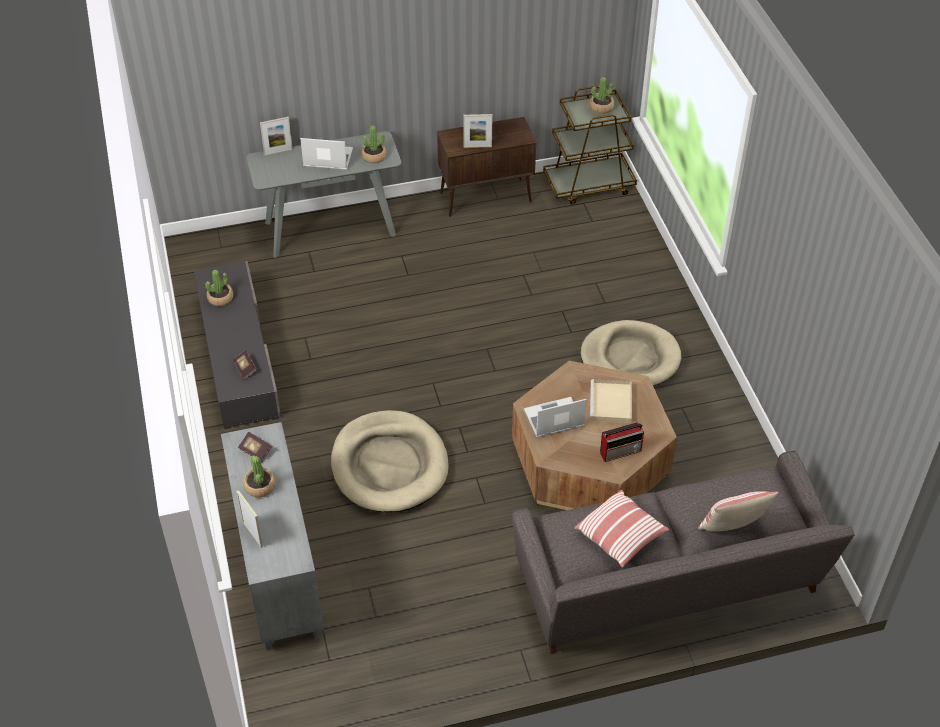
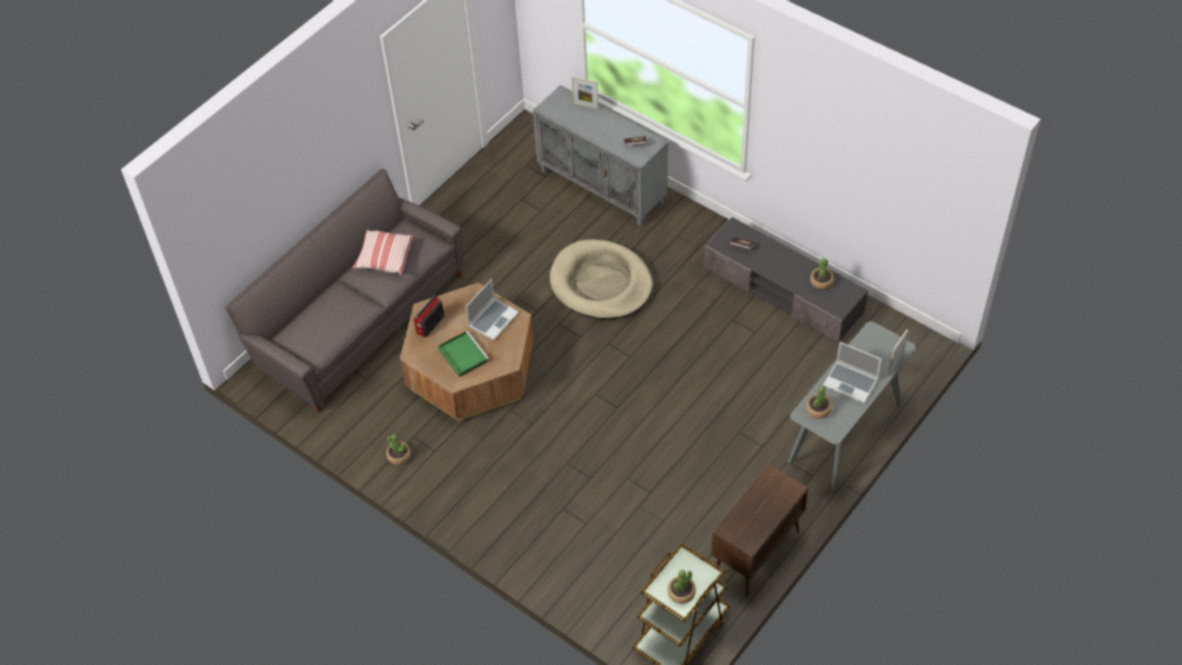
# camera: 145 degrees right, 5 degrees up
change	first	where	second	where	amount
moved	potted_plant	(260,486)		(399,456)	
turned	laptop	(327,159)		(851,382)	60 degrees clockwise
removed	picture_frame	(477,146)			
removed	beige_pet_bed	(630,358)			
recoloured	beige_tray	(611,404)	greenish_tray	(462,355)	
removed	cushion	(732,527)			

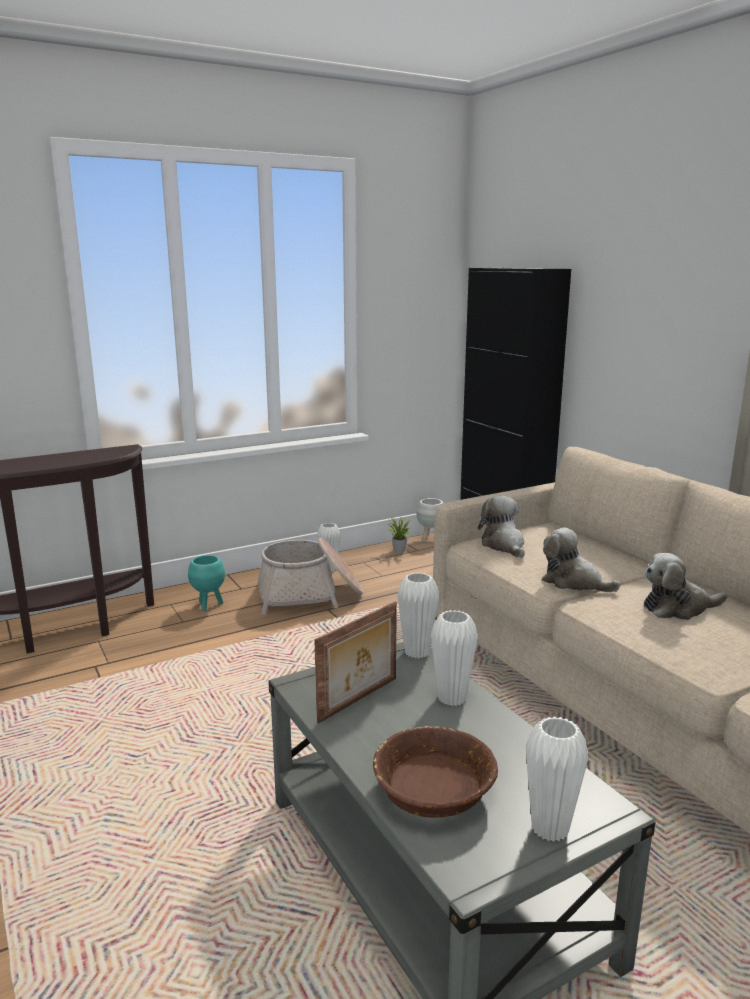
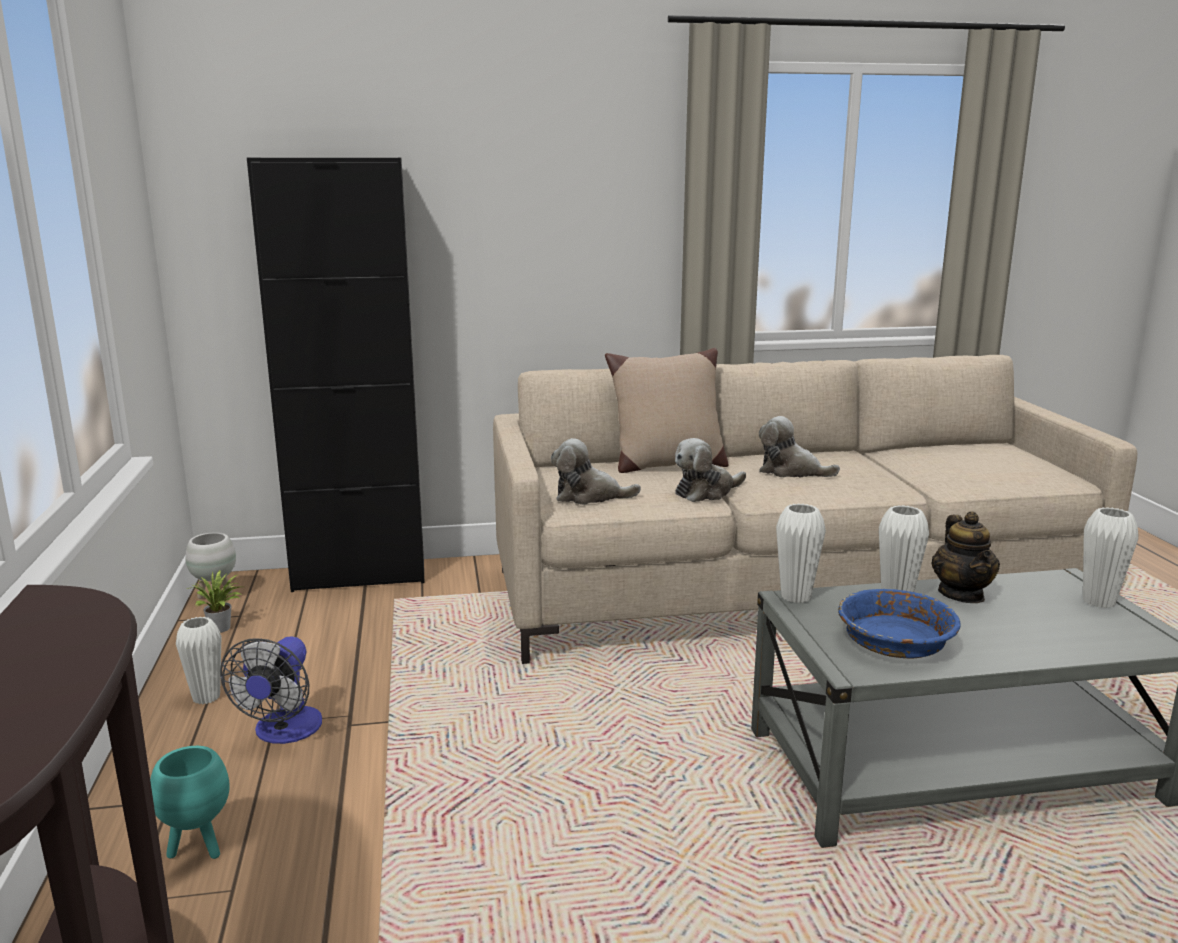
# camera: 70 degrees left, 0 degrees up
change	first	where	second	where	amount
replaced	basket	(310,595)	fan	(284,732)	
replaced	picture_frame	(359,700)	bluish_deep_dish	(894,642)	
removed	brownish_deep_dish	(434,790)			
turned	plush_toy	(678,608)		(791,471)	105 degrees clockwise
added			beige_cushion	(666,465)	
added			tea_pot	(961,594)	

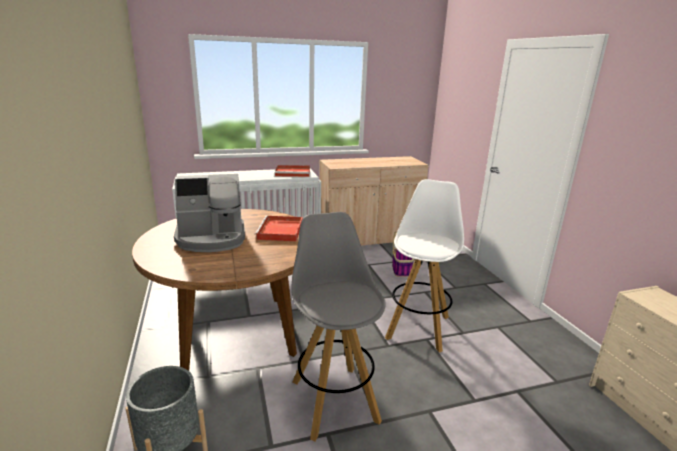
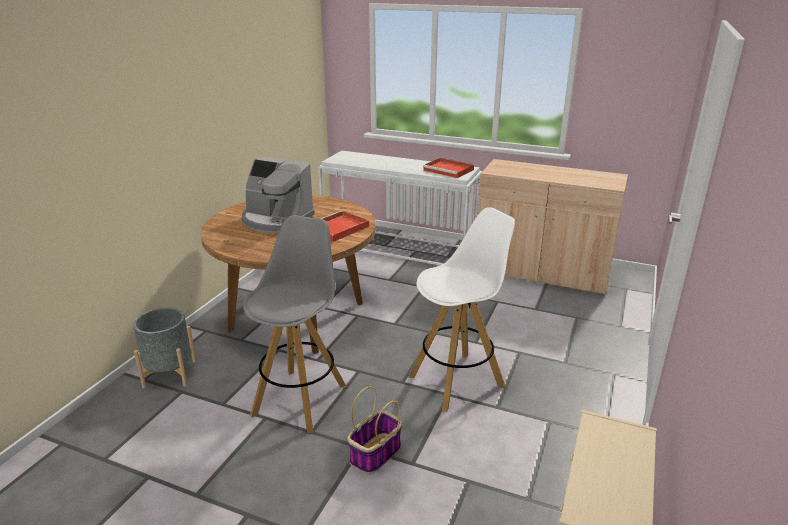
# camera: 40 degrees right, 5 degrees up
change	first	where	second	where	amount
moved	basket	(401,270)		(375,454)	

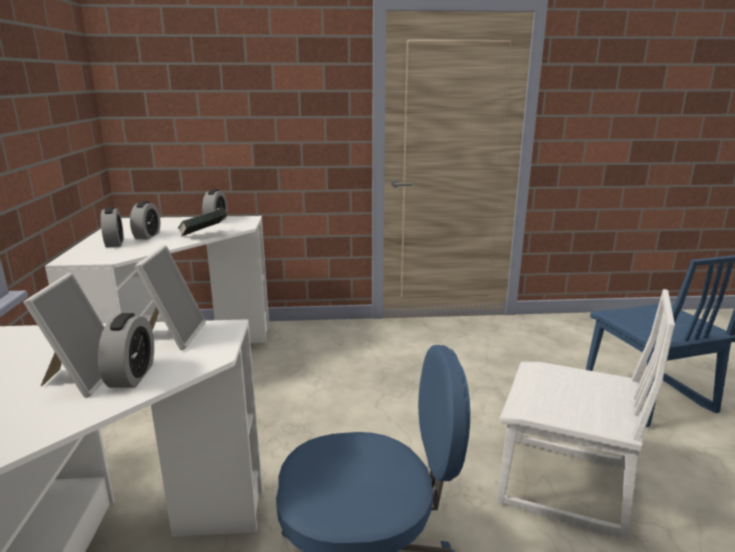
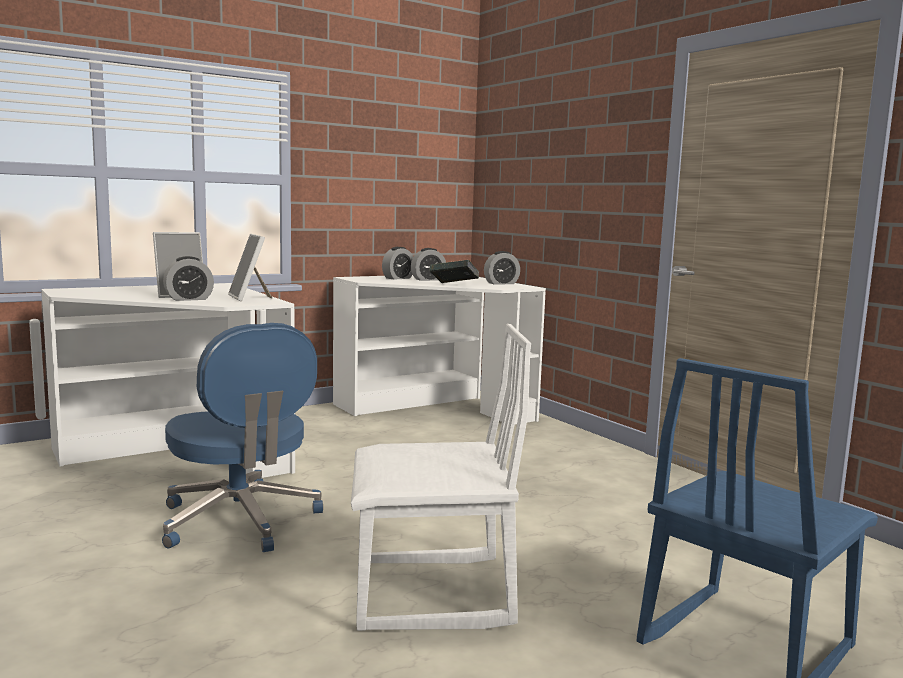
# camera: 60 degrees right, 10 degrees down
change	first	where	second	where	amount
turned	picture_frame	(173,335)		(250,298)	90 degrees clockwise
turned	whitish_chair	(564,486)		(432,594)	90 degrees counterclockwise

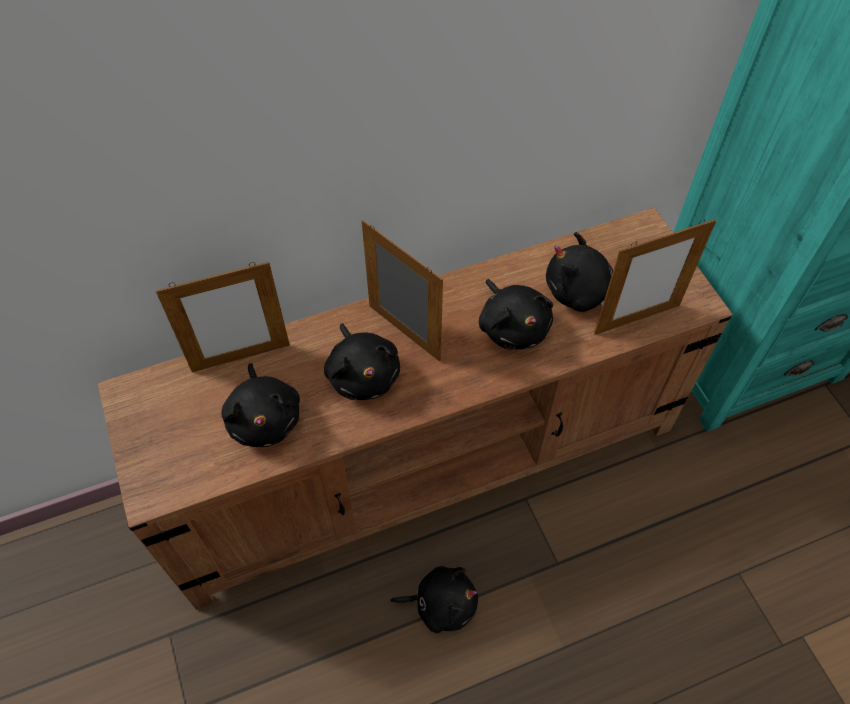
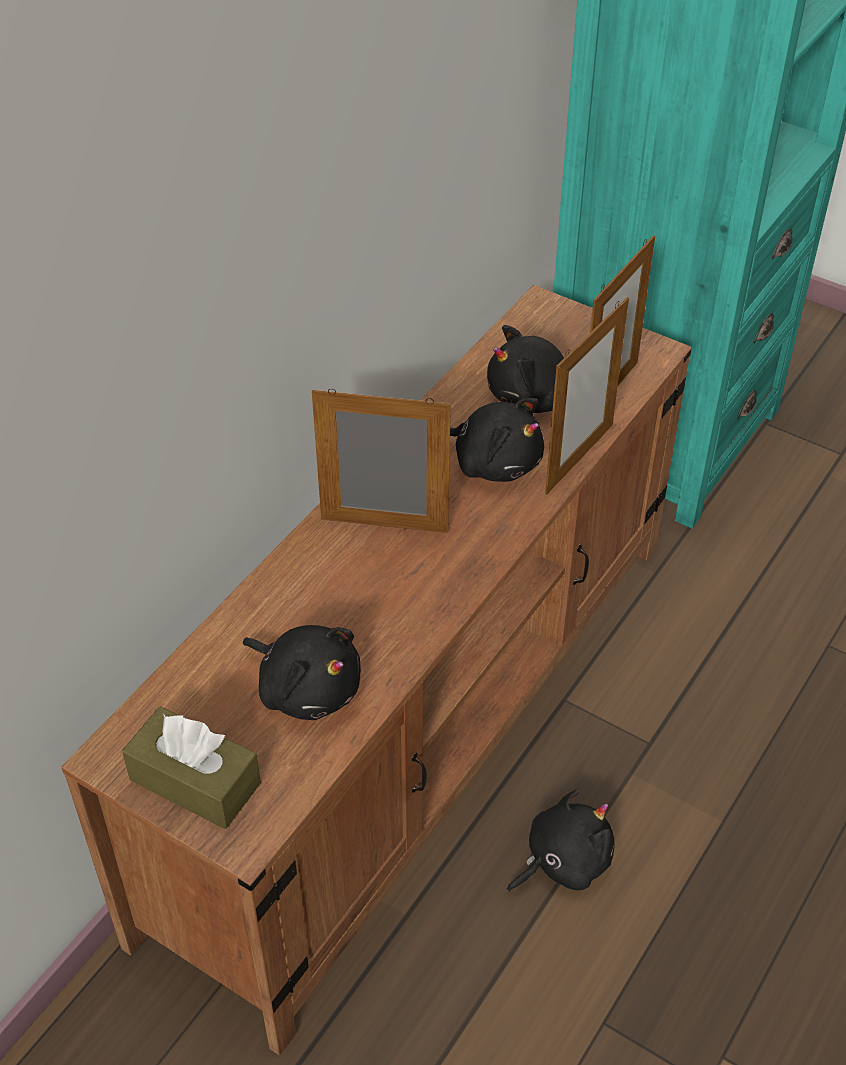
# camera: 35 degrees left, 10 degrees down
change	first	where	second	where	amount
moved	picture_frame	(241,358)		(579,458)	
removed	black-coloured_plush_toy	(363,374)			
added			brownish_tissue_holder	(195,781)	

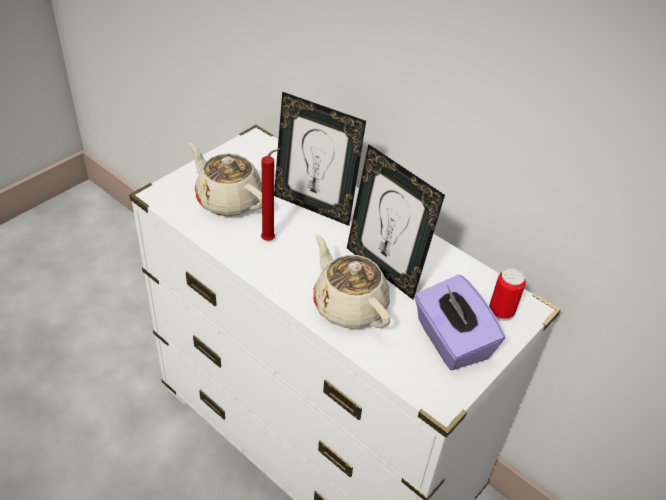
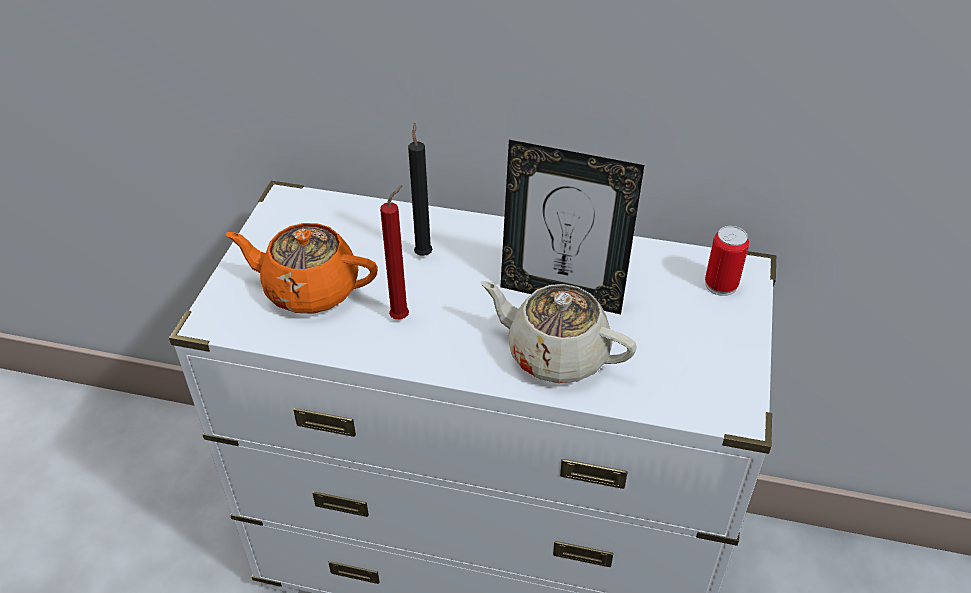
# camera: 25 degrees left, 0 degrees up
change	first	where	second	where	amount
recoloured	beige_tea_pot	(228,200)	orangey_tea_pot	(309,289)	
replaced	picture_frame	(314,206)	black-coloured_candle	(423,253)	
removed	purplish_tissue_holder	(451,340)			

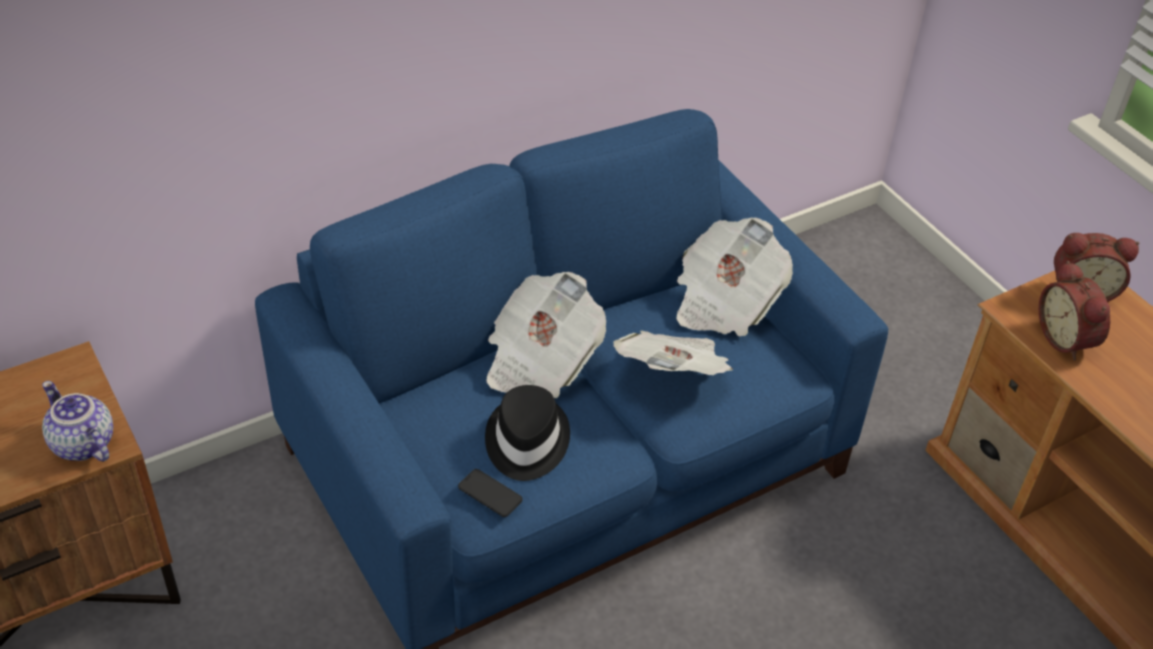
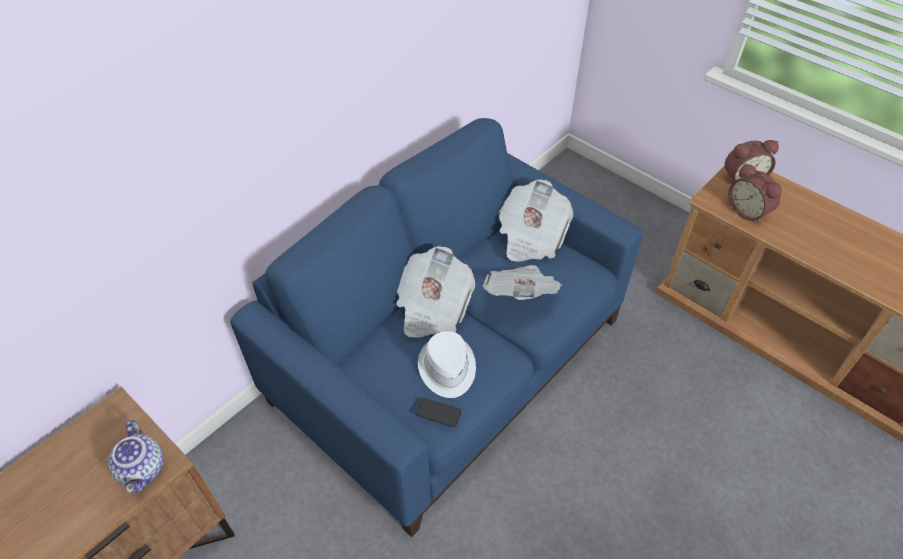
# camera: 15 degrees left, 5 degrees up
change	first	where	second	where	amount
turned	tea_pot	(81,444)		(144,469)	135 degrees counterclockwise
recoloured	black-coloured_wearable_hat	(525,441)	whitish_wearable_hat	(447,368)	

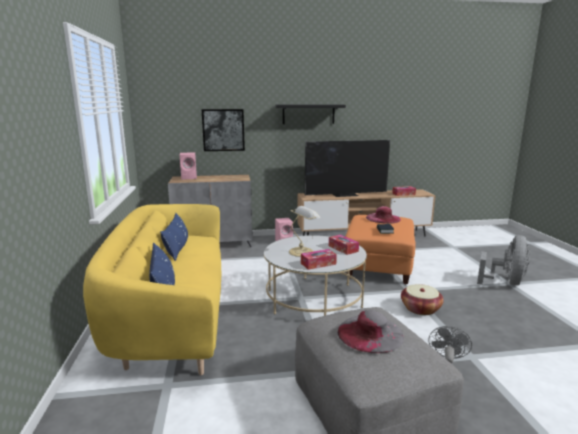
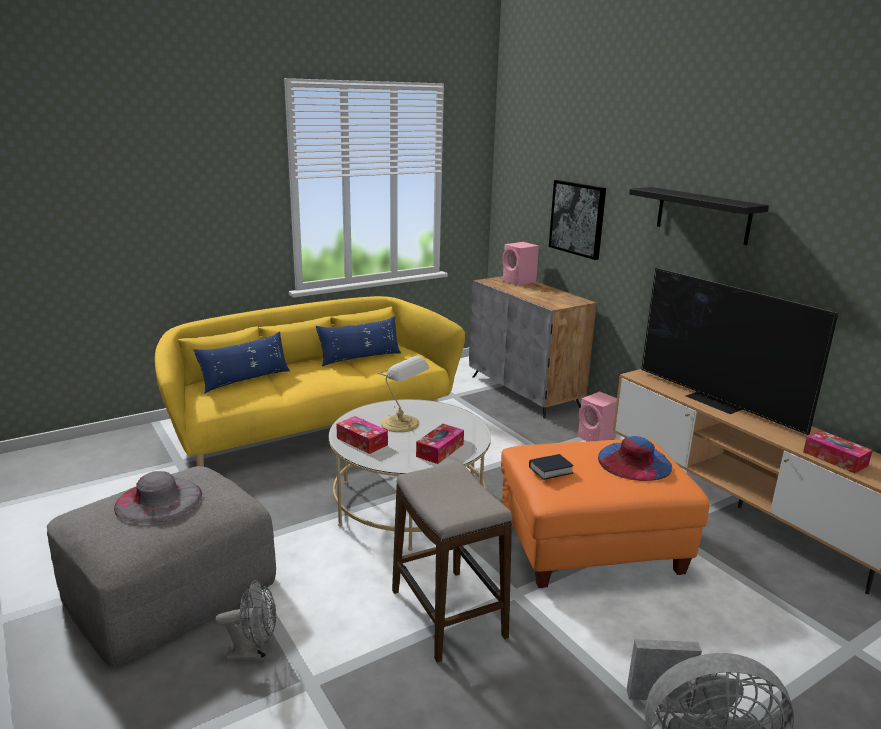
# camera: 65 degrees right, 5 degrees up
change	first	where	second	where	amount
recoloured	pinkish_wearable_hat	(383,218)	bluish_wearable_hat	(634,462)	
replaced	basket	(420,309)	sitting_stool	(448,613)	

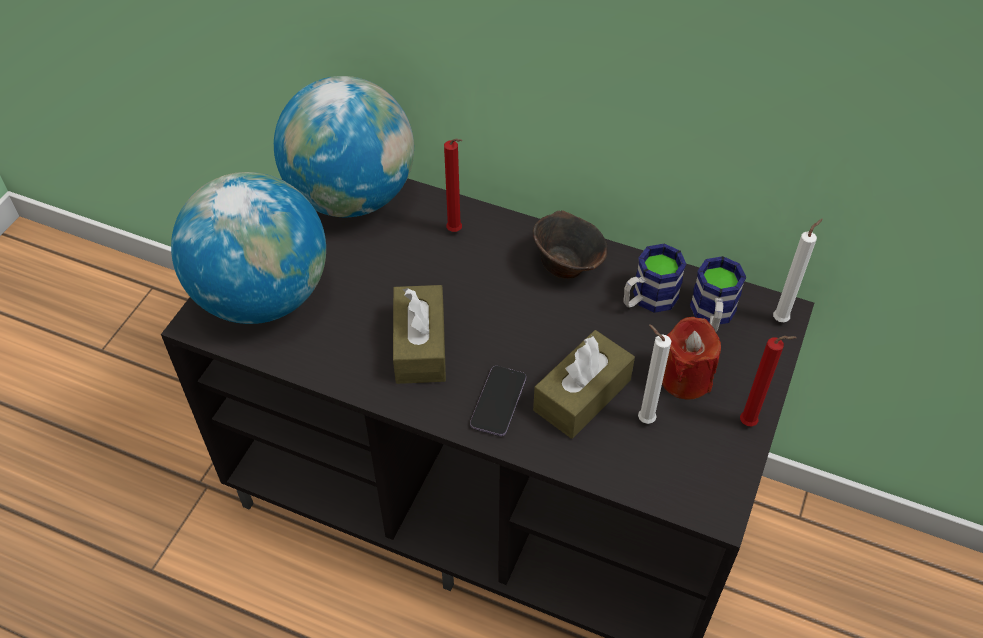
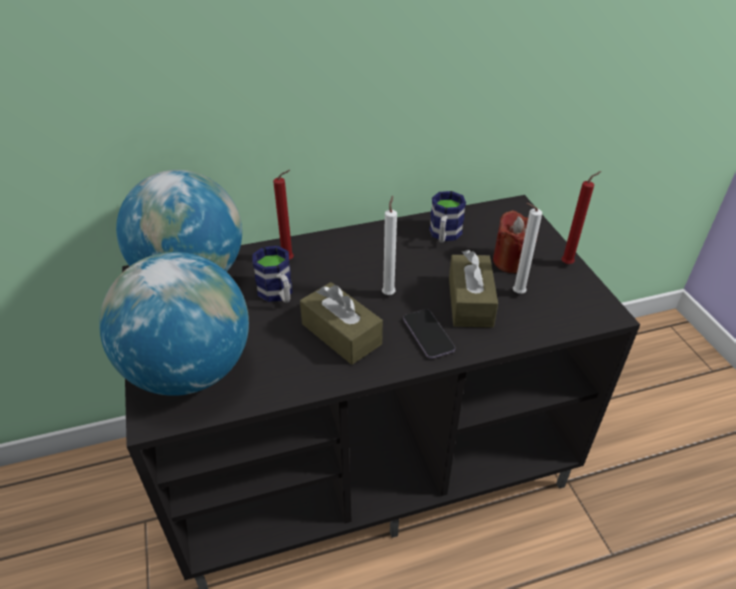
# camera: 40 degrees left, 10 degrees down
change	first	where	second	where	amount
removed	brownish_deep_dish	(567,264)			
moved	coffee_mug	(712,315)		(278,294)	
moved	whitish_candle	(782,318)		(389,293)	

